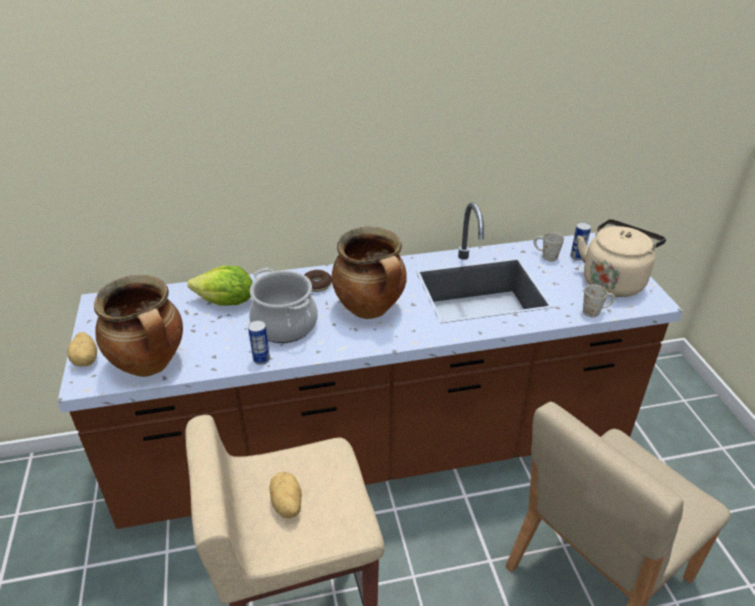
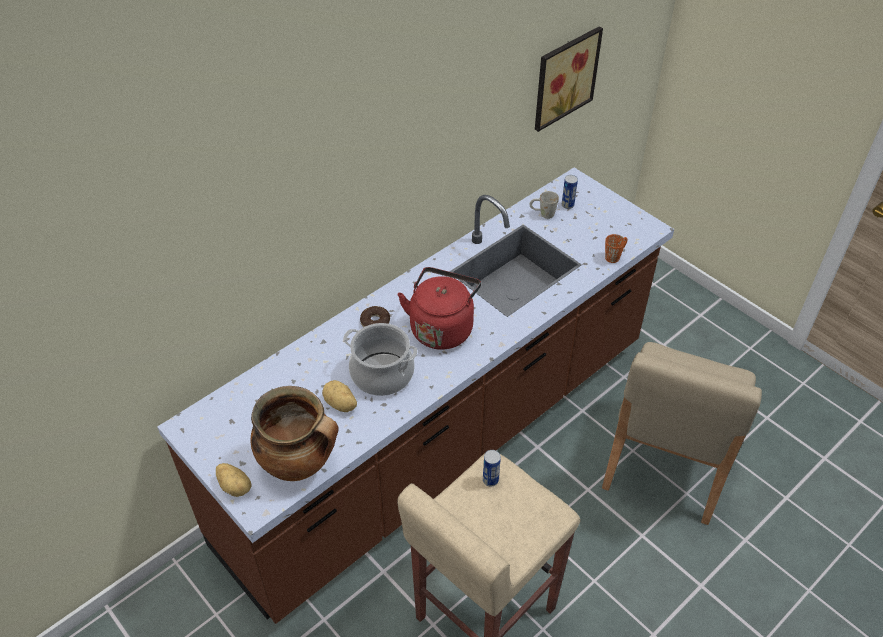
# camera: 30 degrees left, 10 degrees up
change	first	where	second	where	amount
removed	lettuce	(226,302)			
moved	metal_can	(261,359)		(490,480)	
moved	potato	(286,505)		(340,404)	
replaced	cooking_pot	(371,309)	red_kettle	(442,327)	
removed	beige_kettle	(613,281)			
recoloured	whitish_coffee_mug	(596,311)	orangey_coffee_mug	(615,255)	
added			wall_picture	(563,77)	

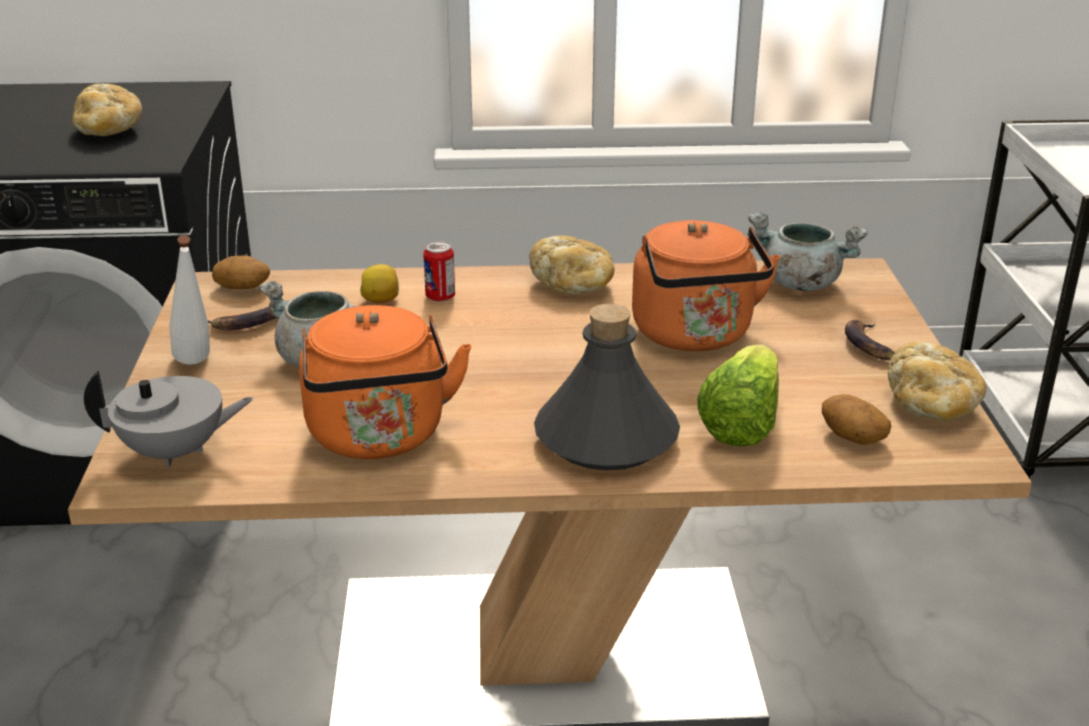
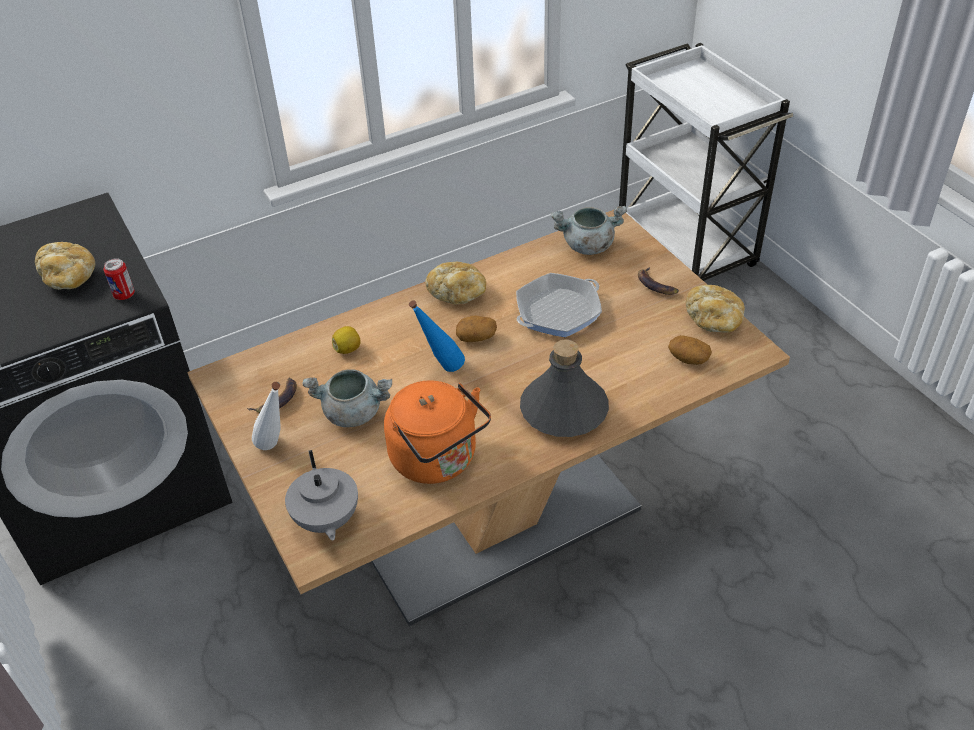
# camera: 25 degrees left, 15 degrees up
change	first	where	second	where	amount
turned	gray_tea_pot	(175,452)		(326,520)	105 degrees clockwise
moved	potato	(243,287)		(476,337)	
moved	metal_can	(440,297)		(124,295)	
replaced	orangey_kettle	(695,336)	frying_pan	(558,311)	
removed	lettuce	(741,423)			
added			bluish_bottle	(440,369)	

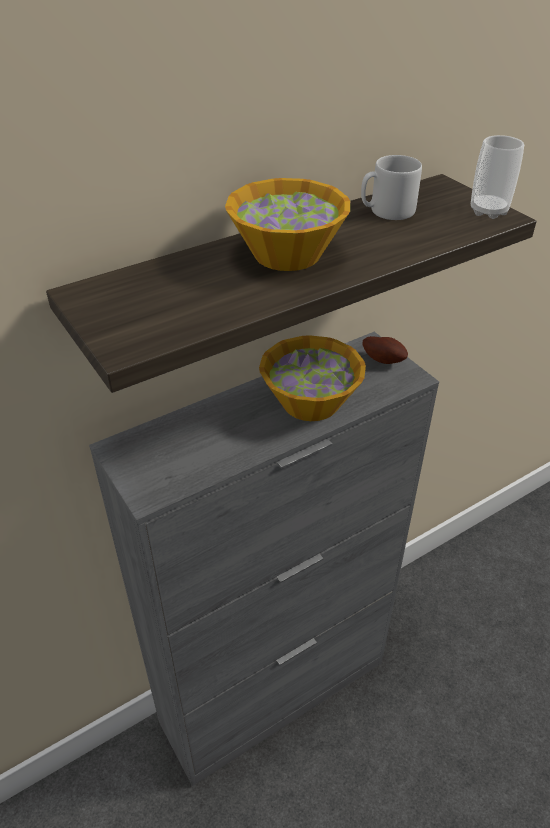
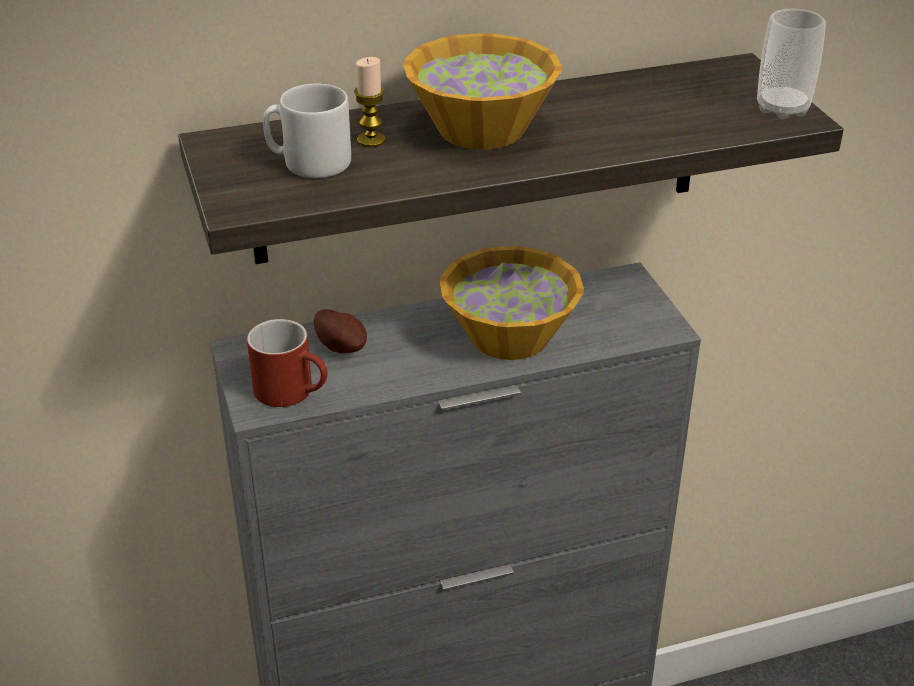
# camera: 15 degrees right, 5 degrees down
change	first	where	second	where	amount
moved	gray_coffee_mug	(387,211)		(309,163)	
moved	potato	(384,359)		(342,346)	
added			red_coffee_mug	(294,391)	
added			candle	(371,140)	

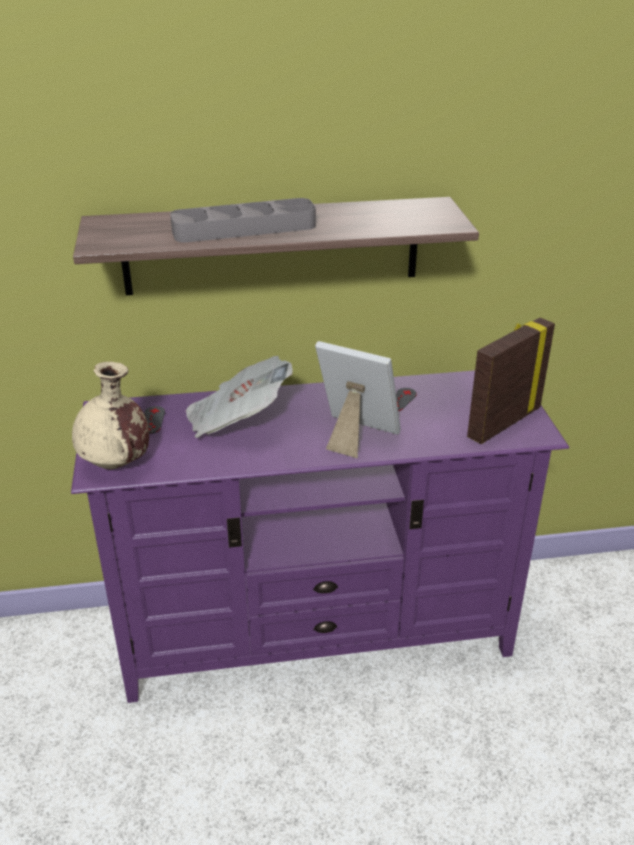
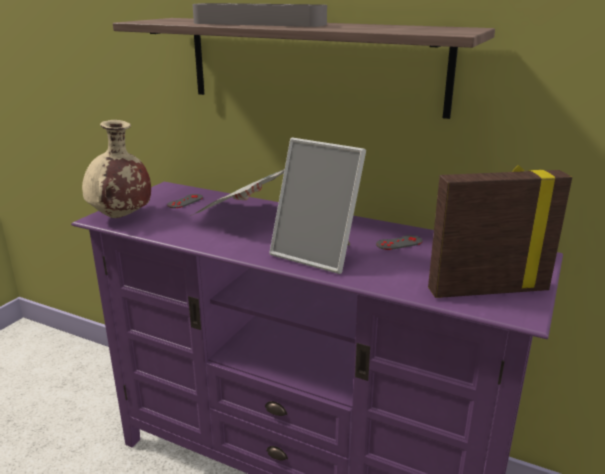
# camera: 35 degrees right, 10 degrees down
change	first	where	second	where	amount
turned	picture_frame	(354,436)		(318,254)	150 degrees clockwise

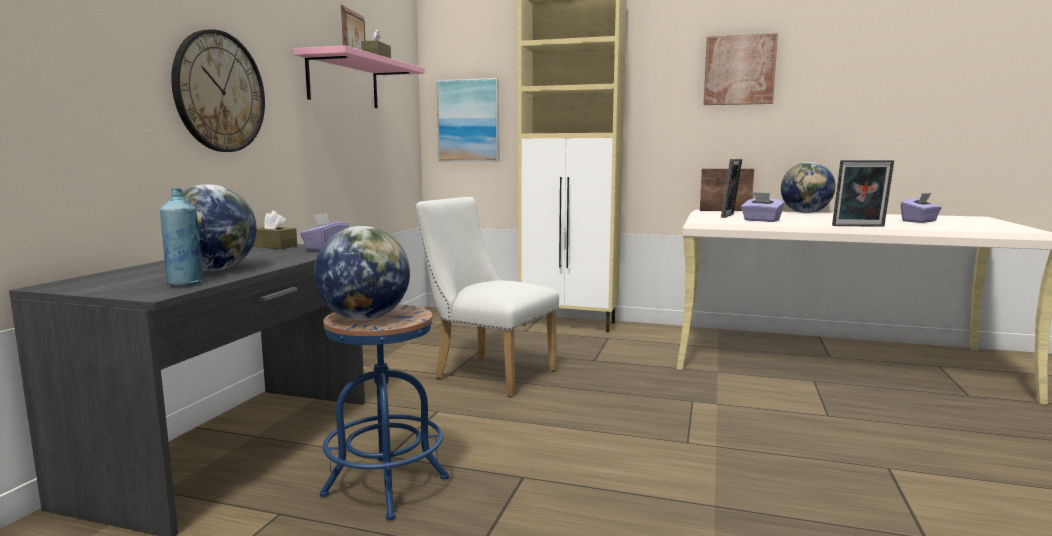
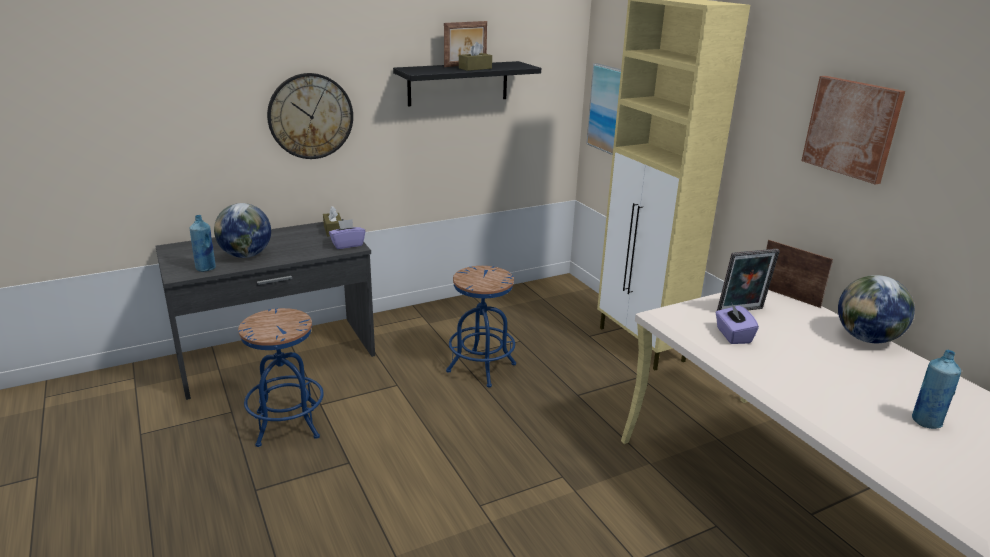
# camera: 45 degrees right, 15 degrees up
change	first	where	second	where	amount
recoloured	pinkish_wall_shelf	(343,82)	black-coloured_wall_shelf	(458,83)	
removed	desk_globe	(365,318)			
replaced	whitish_chair	(487,373)	bluish_sitting_stool	(481,368)	
removed	picture_frame	(859,226)			
replaced	purplish_tissue_holder	(919,221)	bluish_bottle	(926,421)	

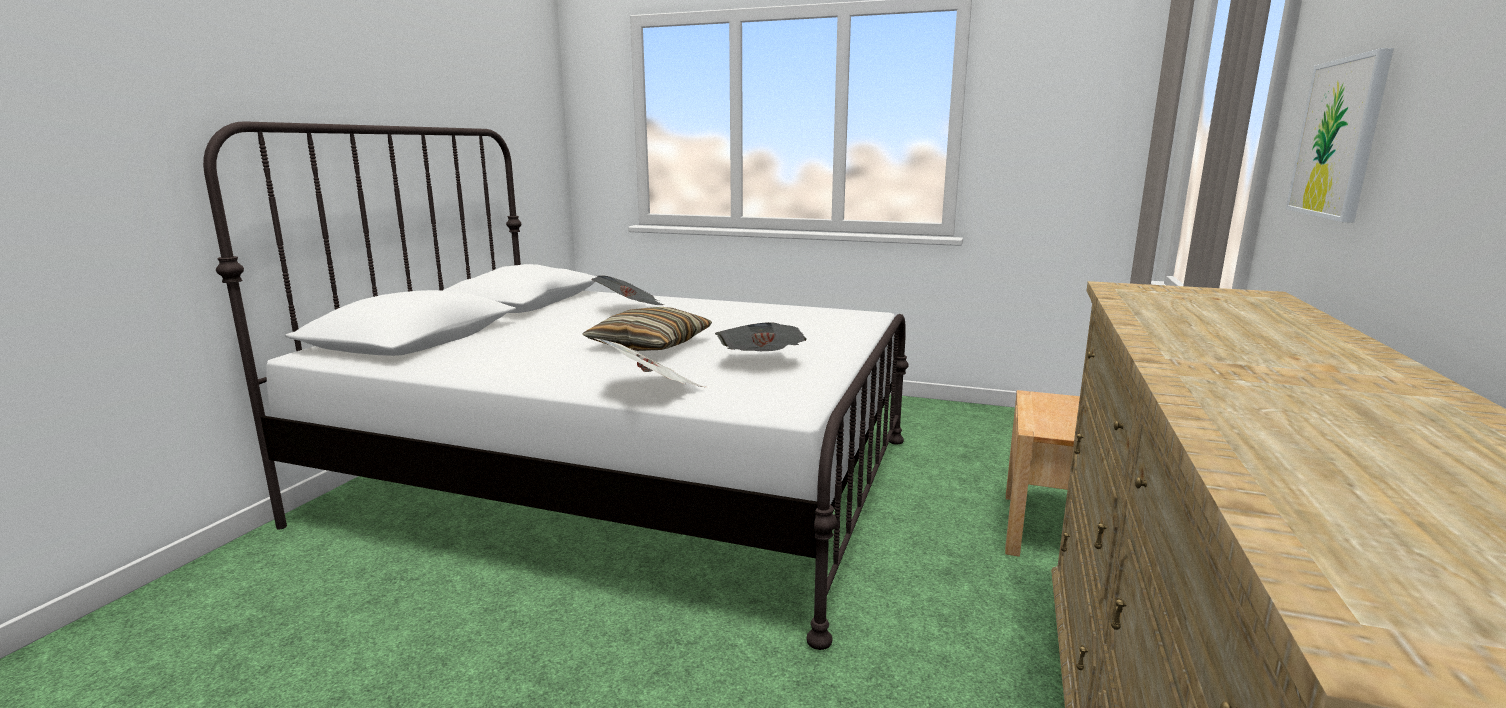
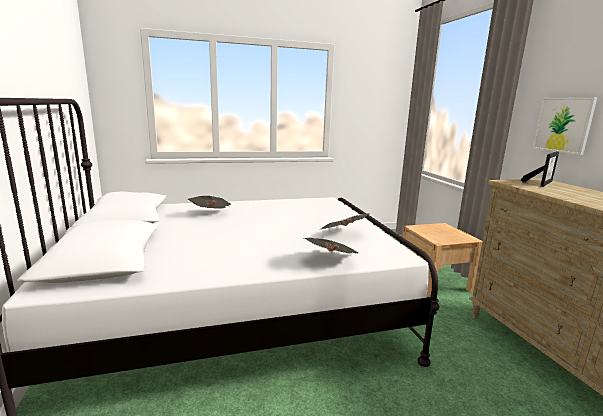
# camera: 35 degrees left, 0 degrees up
change	first	where	second	where	amount
removed	cushion	(650,344)			
added			picture_frame	(541,183)	

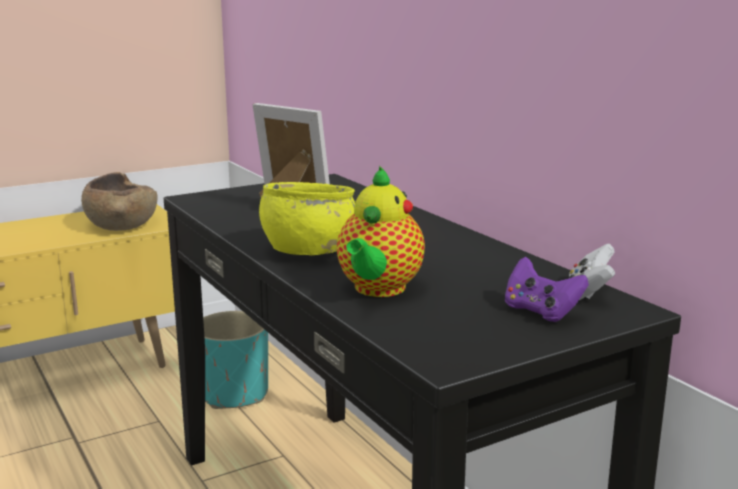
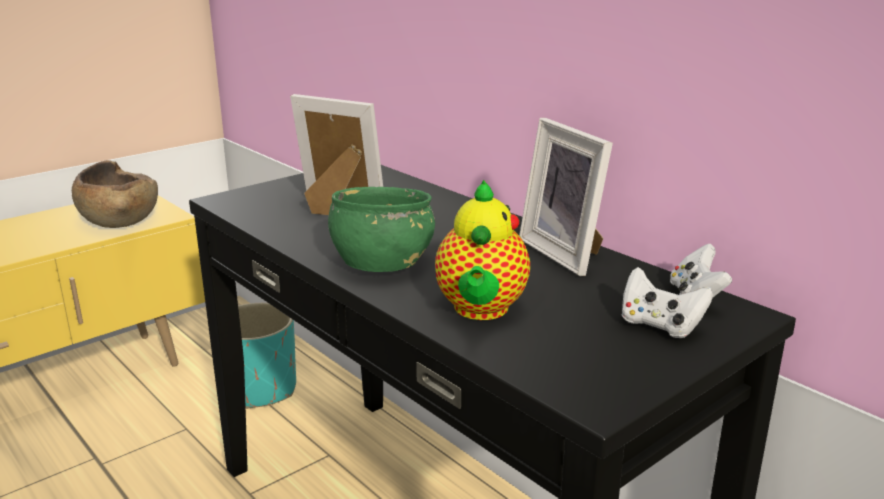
# camera: 10 degrees left, 5 degrees up
change	first	where	second	where	amount
recoloured	yellow-coloured_deep_dish	(309,251)	greenish_deep_dish	(383,263)	
recoloured	purplish_gamepad	(540,312)	whitish_gamepad	(660,325)	
added			picture_frame	(566,253)	

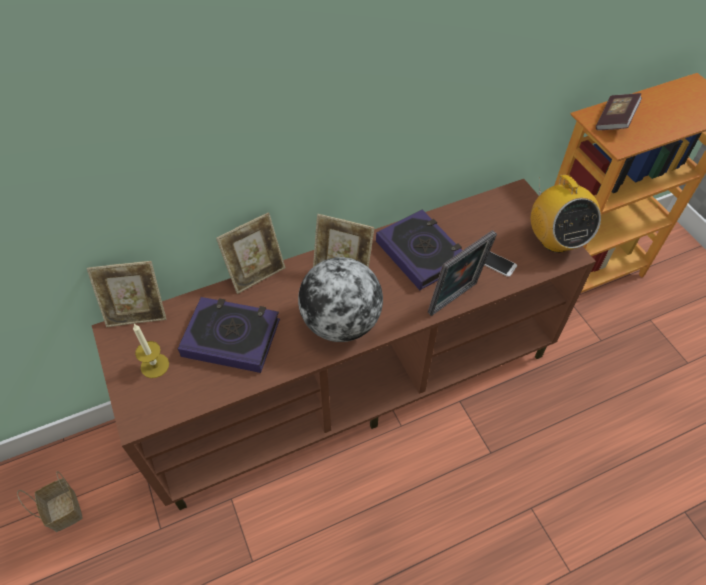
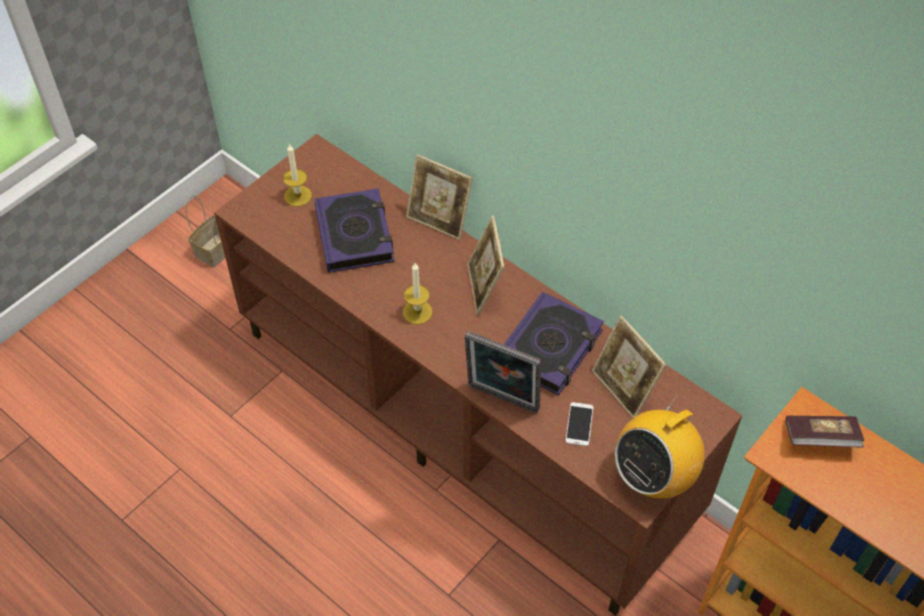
# camera: 65 degrees right, 0 degrees up
change	first	where	second	where	amount
moved	picture_frame	(137,314)		(623,389)	
replaced	desk_globe	(341,323)	candle	(417,312)	

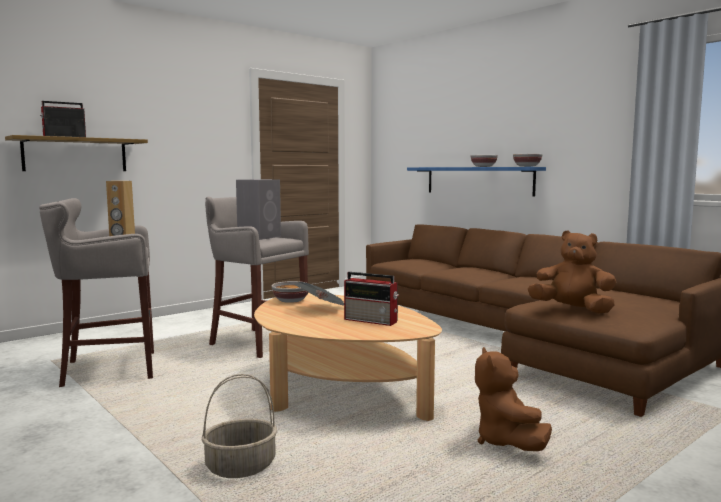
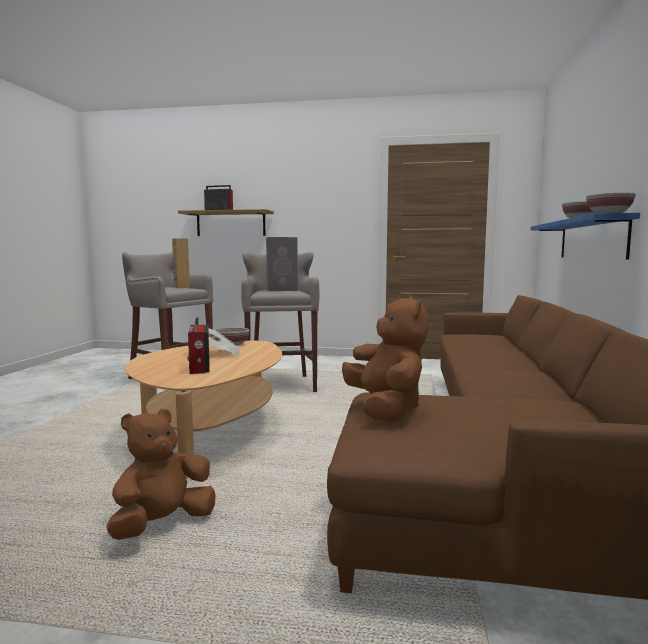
# camera: 50 degrees right, 0 degrees up
change	first	where	second	where	amount
removed	basket	(241,466)			

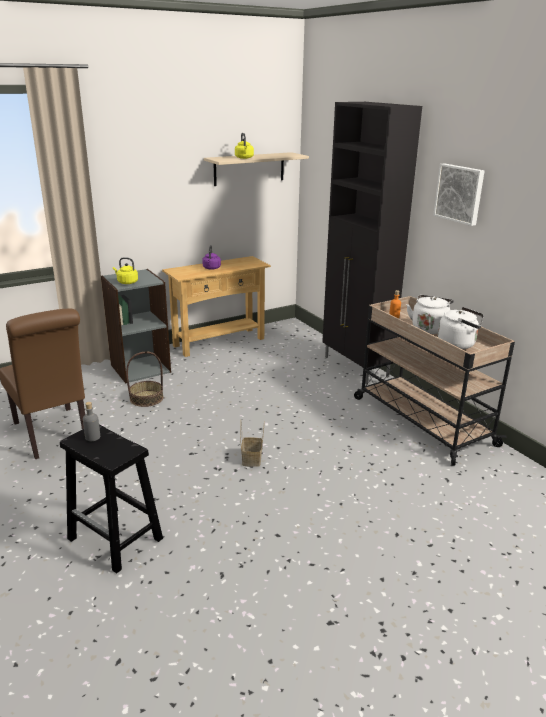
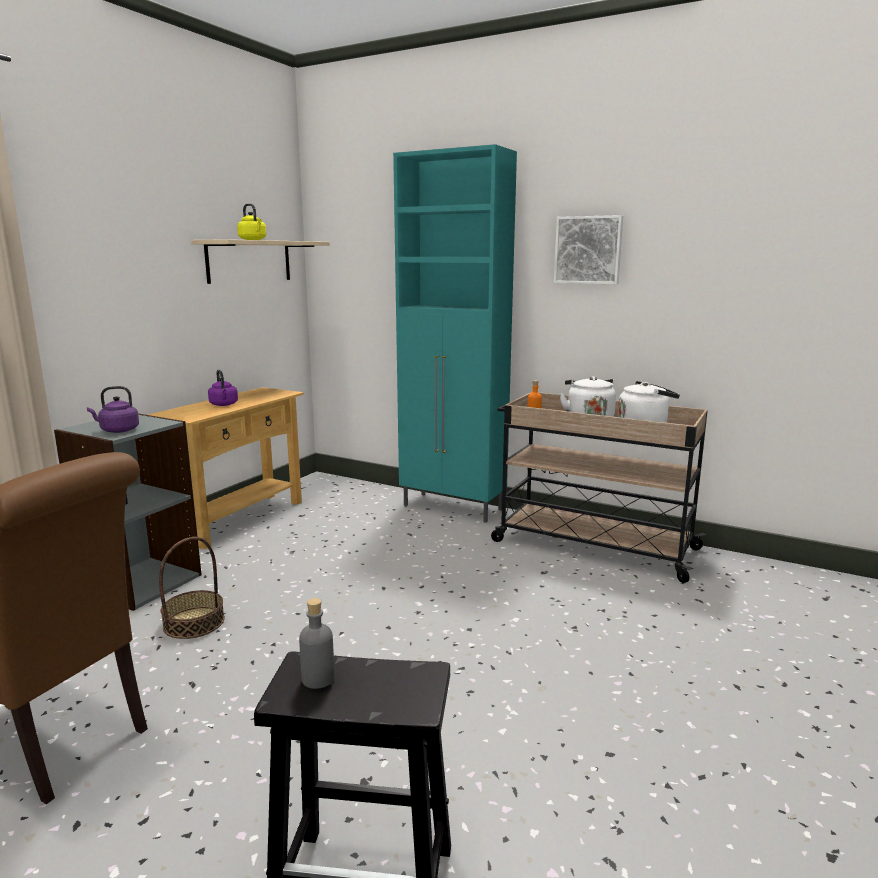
# camera: 30 degrees left, 10 degrees down
change	first	where	second	where	amount
recoloured	yellow-coloured_kettle	(126,282)	purplish_kettle	(117,430)	
removed	basket	(252,460)			
recoloured	black-coloured_storage_cabinet	(356,367)	blue-green_storage_cabinet	(453,508)	

